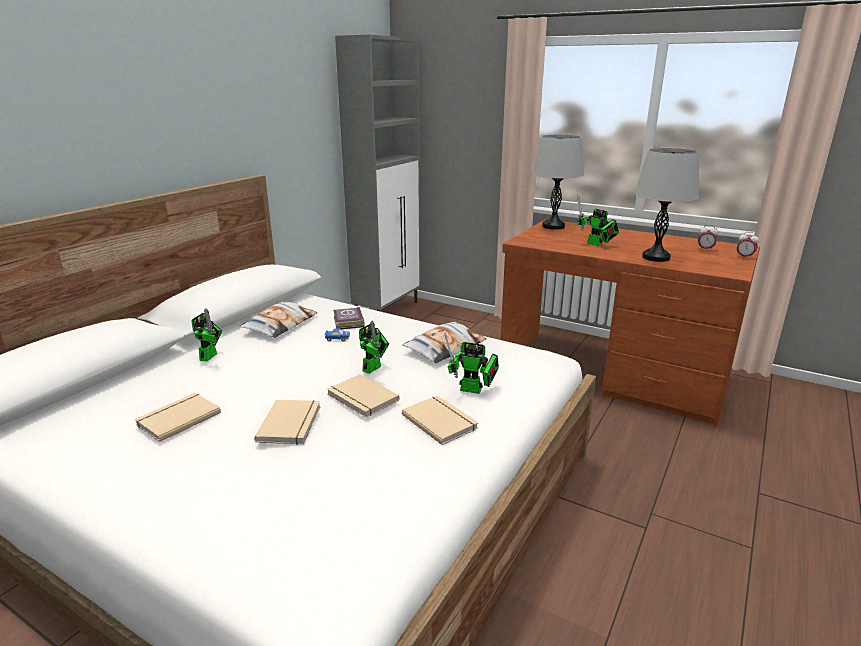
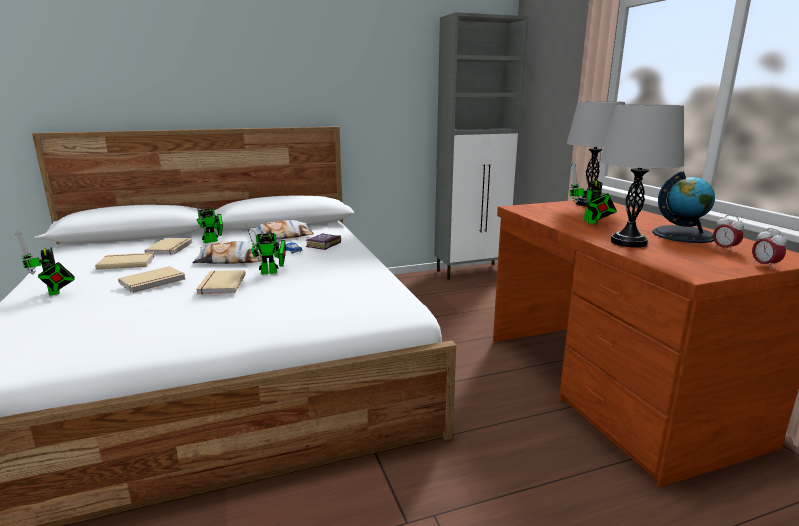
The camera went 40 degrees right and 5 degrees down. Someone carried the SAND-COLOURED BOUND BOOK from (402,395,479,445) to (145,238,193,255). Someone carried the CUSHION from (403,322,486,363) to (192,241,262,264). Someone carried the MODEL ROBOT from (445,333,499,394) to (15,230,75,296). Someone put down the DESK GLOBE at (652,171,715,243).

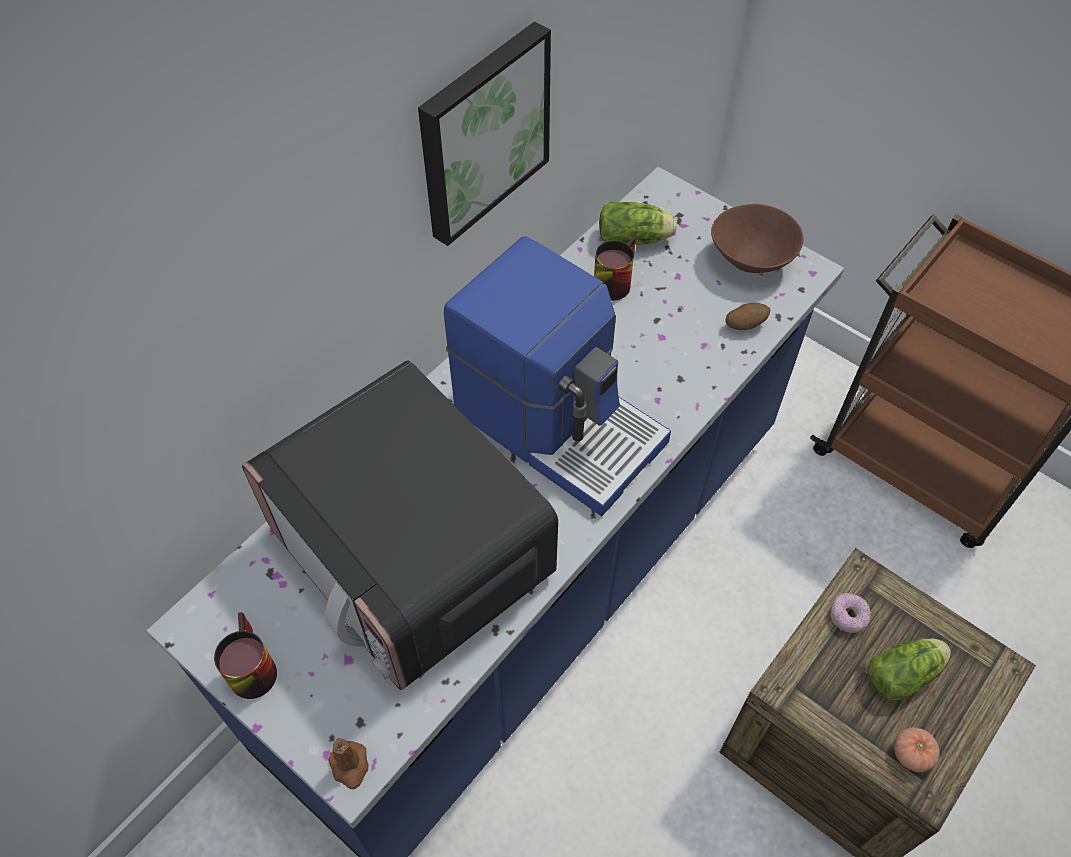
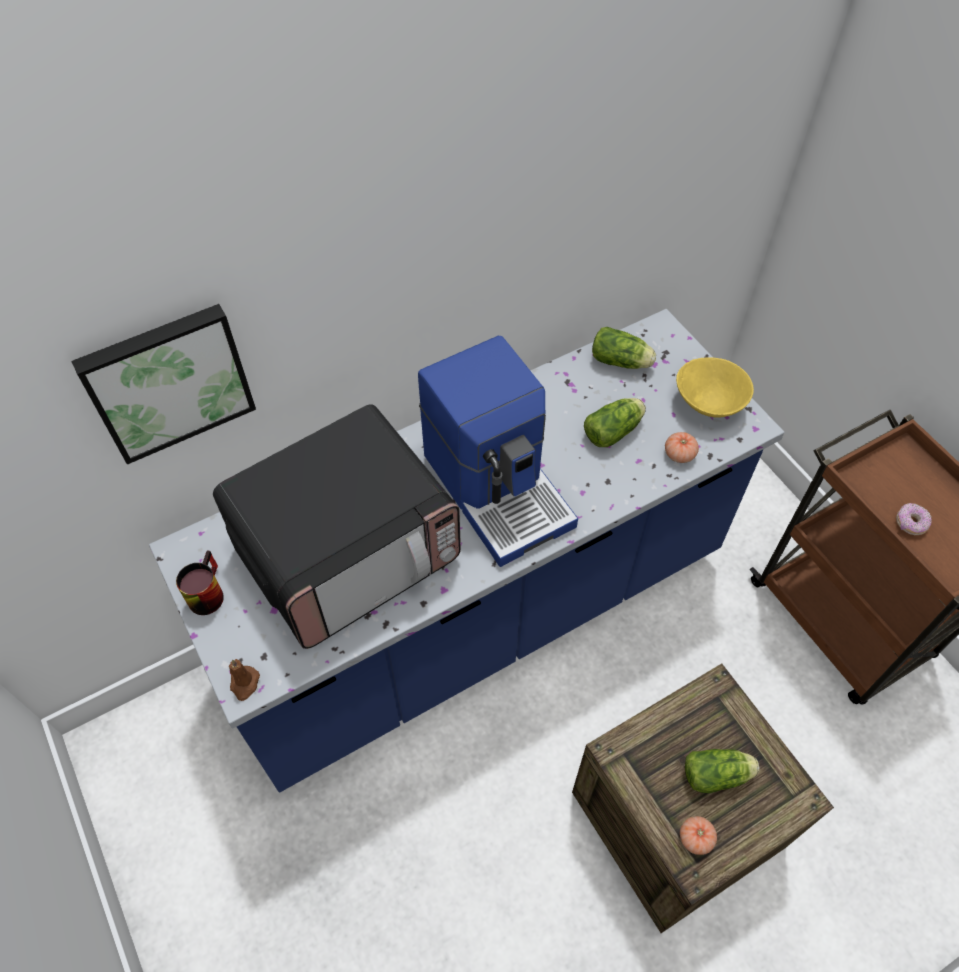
The camera went 20 degrees right and 0 degrees up. Someone rotated the KITCHEN MICROWAVE at (242,360,558,690) by 105 degrees counterclockwise. Someone carried the PICTURE from (418,21,551,246) to (71,304,256,465). Someone took away the COFFEE MUG at (594,237,636,301). Someone repainted the BROWN-COLOURED BOWL at (711,204,803,273), which became the YELLOW-COLOURED BOWL at (676,357,754,418). Someone swapped the SPUD at (725,303,770,330) for the TOMATO at (665,432,699,463). Someone carried the RING DOUGHNUT from (830,593,871,633) to (896,503,932,535). Someone put down the LETTUCE HEAD at (584,398,646,447).

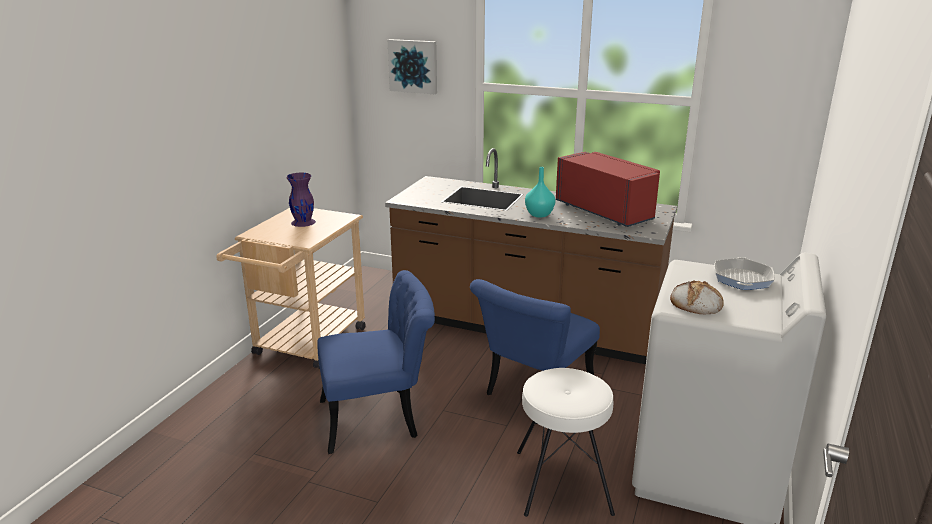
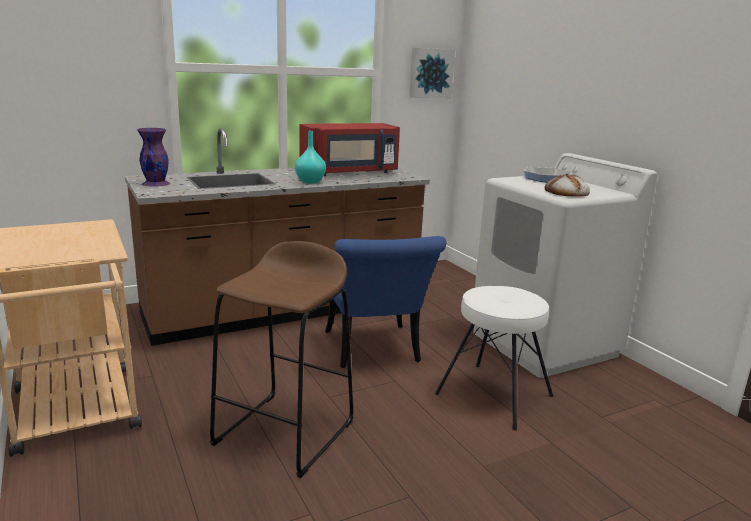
The camera went 50 degrees left and 5 degrees down. Someone carried the PURPLISH VASE from (287,173,316,227) to (137,128,170,187). Someone swapped the BLUE UPRIGHT CHAIR at (317,270,435,454) for the BROWN-COLOURED STOOL SEAT at (210,241,353,478). Someone carried the PICTURE from (388,39,437,94) to (409,48,455,98). Someone rotated the REDDISH KITCHEN MICROWAVE at (556,152,660,227) by 150 degrees clockwise.

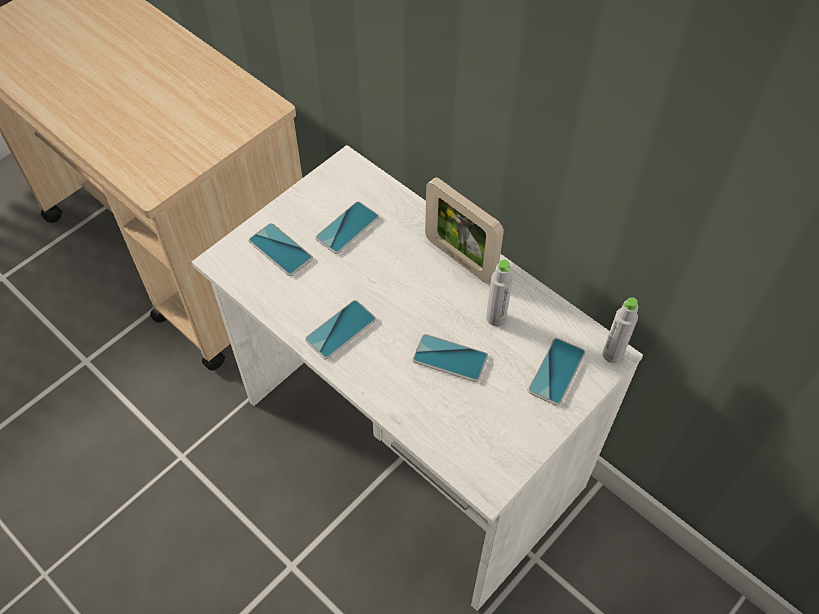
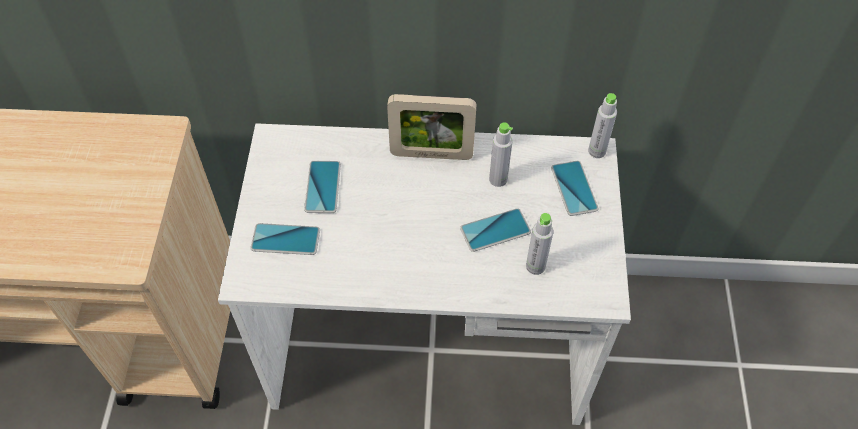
The camera went 40 degrees left and 0 degrees up. Someone took away the HANDSET at (305,300,377,360). Someone put down the GREYISH BOTTLE at (526,213,553,275).

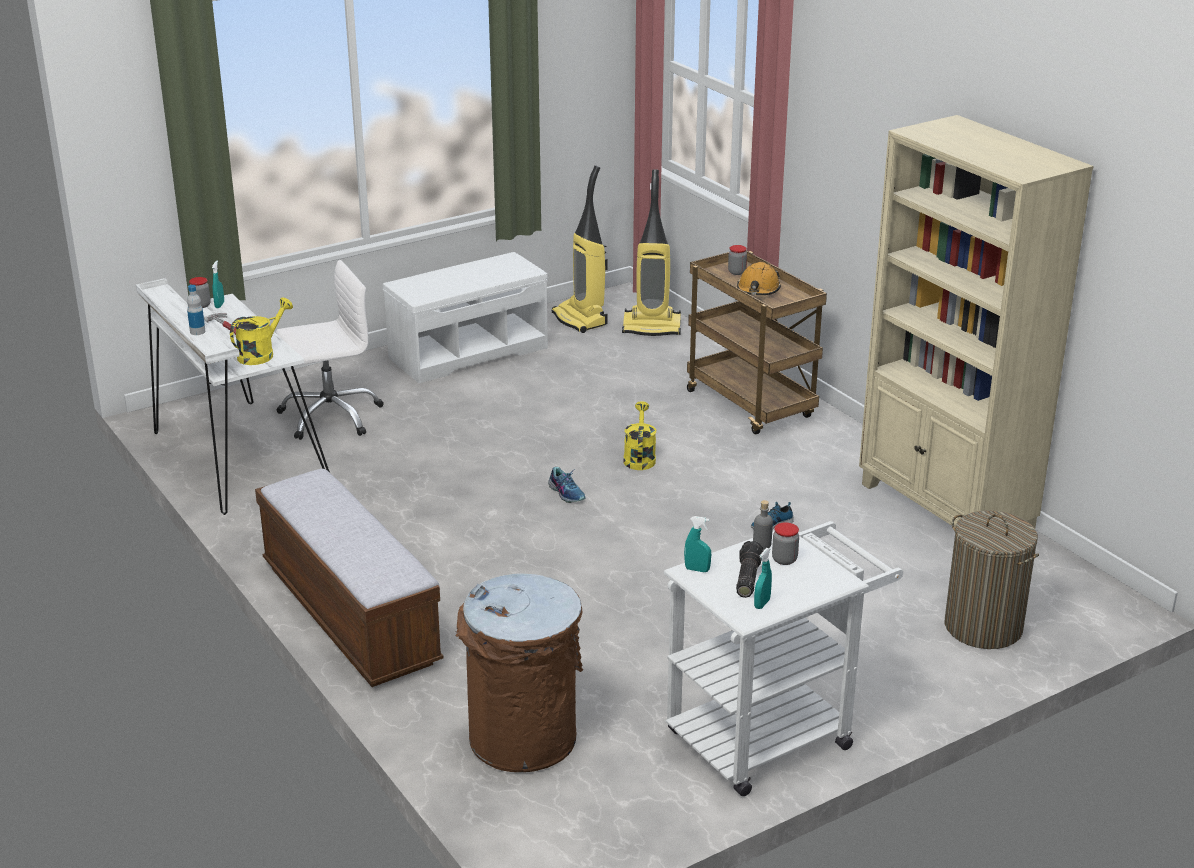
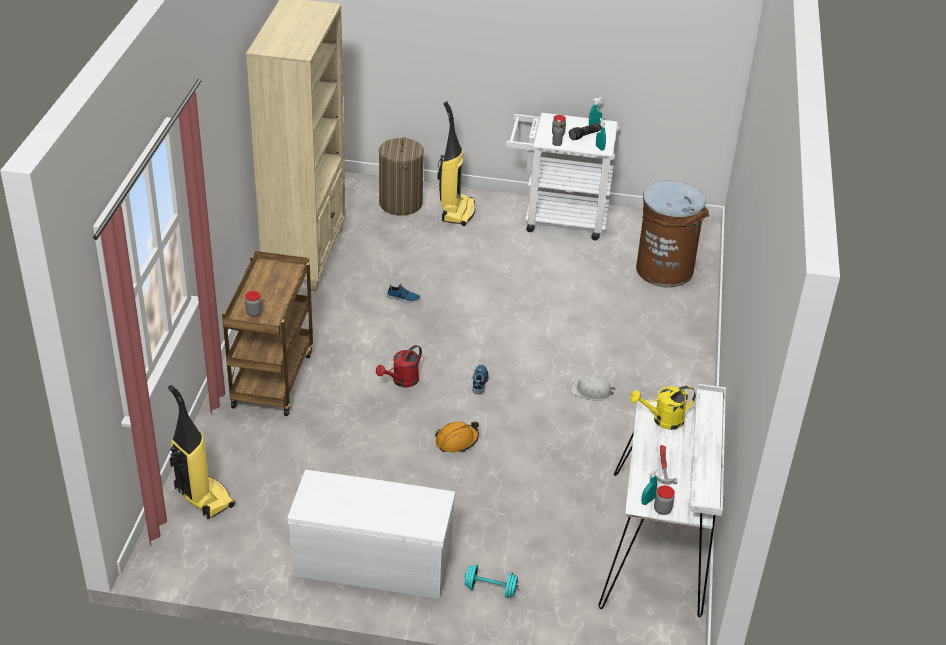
The camera went 140 degrees left and 10 degrees up. Someone took away the BOTTLE at (187,285,205,335). Someone took away the INDOOR BENCH at (255,469,444,687). Someone took away the WHITE OFFICE CHAIR at (276,260,384,440). Someone carried the VACUUM from (552,165,608,333) to (438,101,475,226). Someone repainted the YELLOW-COLOURED WATERING CAN at (624,401,656,470), which became the REDDISH WATERING CAN at (376,345,422,387). Someone carried the ORANGEY WORK HELMET from (737,262,781,295) to (435,421,479,452). Someone put down the BLUE-GREEN HAND WEIGHT at (464,564,519,598). Someone put down the WHITE WORK HELMET at (571,374,615,401).

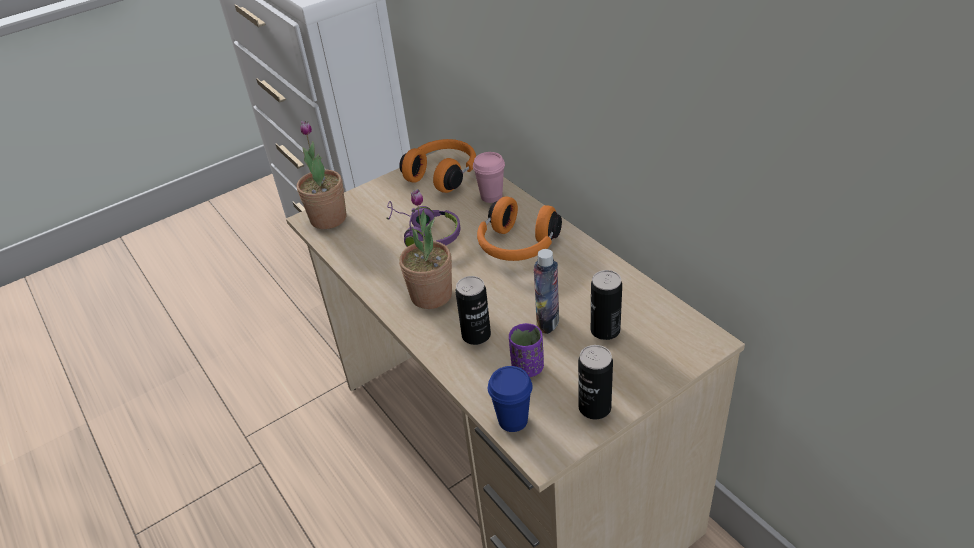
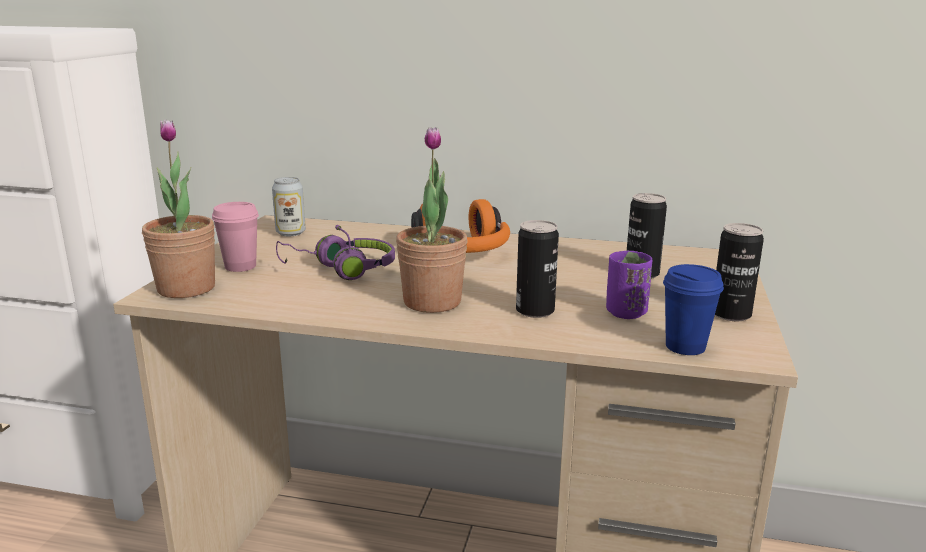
The camera went 45 degrees left and 20 degrees down. Someone swapped the ORANGEY HEADPHONES at (399,139,476,193) for the CAN at (272,177,306,236). Someone carried the PINK CUP from (473,152,505,203) to (212,202,259,272). Someone took away the BOTTLE at (534,249,559,334).

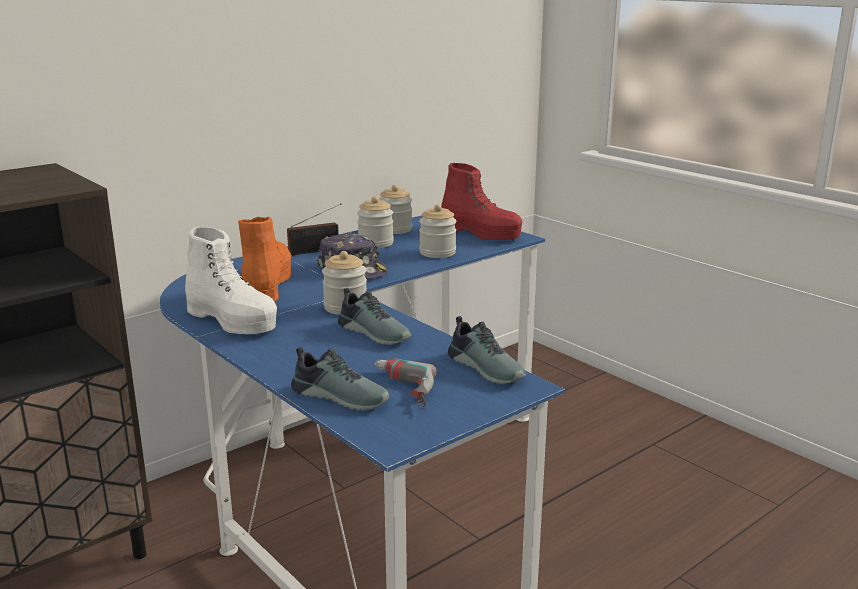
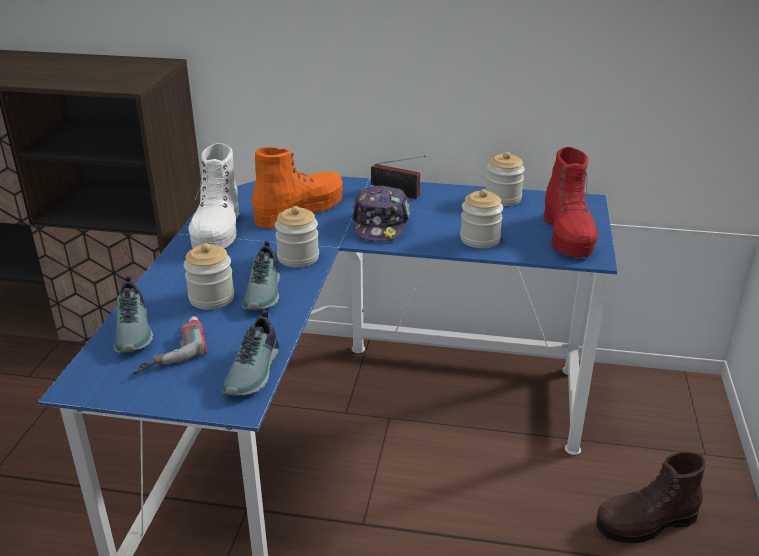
The camera went 50 degrees right and 10 degrees up. Someone carried the PRESERVE JAR from (357,196,394,248) to (184,243,234,310). Someone put down the BROWN-COLOURED BOOT at (597,452,706,543).

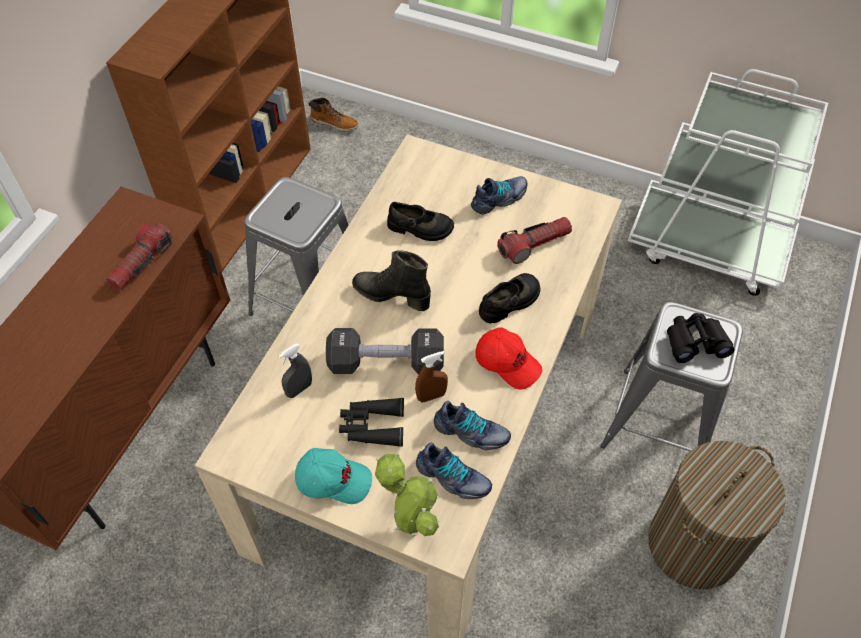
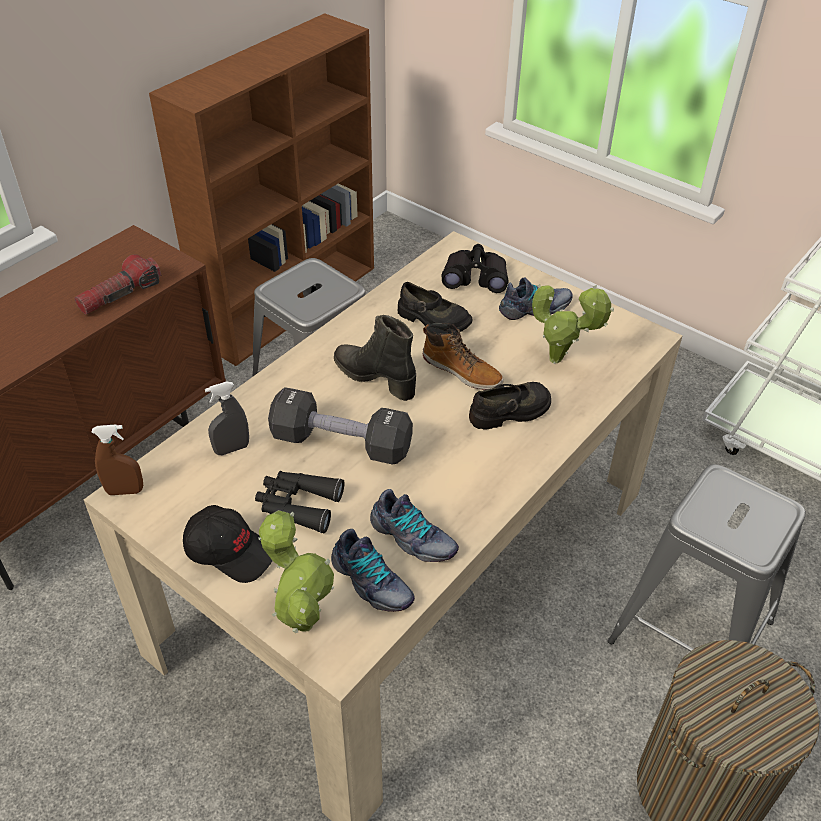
The camera went 15 degrees right and 10 degrees down. Someone repainted the BLUE-GREEN PEAKED CAP at (295,448,372,504), which became the BLACK PEAKED CAP at (183,505,272,583). Someone carried the BOOT from (308,98,359,132) to (423,323,504,390). Someone carried the BROWN-COLOURED SPRAY BOTTLE from (415,351,448,403) to (92,425,143,495). Someone took away the REDDISH PEAKED CAP at (475,327,542,389). Someone swapped the TORCH at (497,217,572,264) for the POTTED PLANT at (532,284,614,364). Someone carried the BLACK BINOCULARS from (667,313,735,363) to (441,244,508,293).

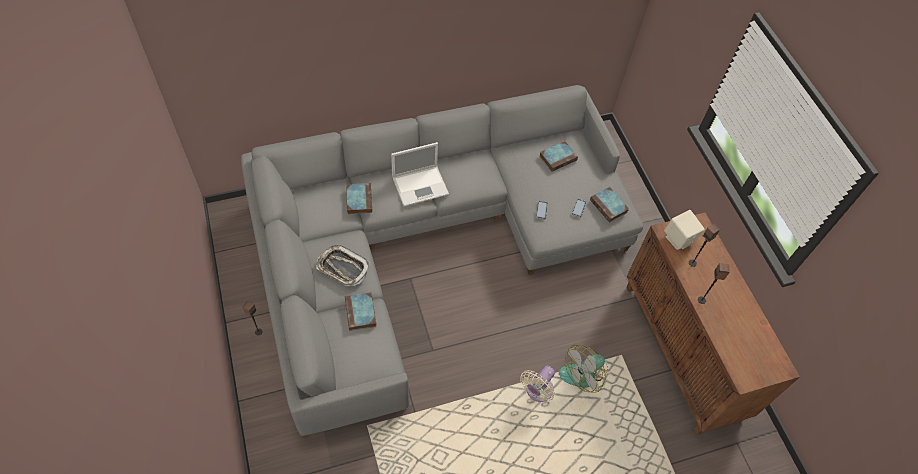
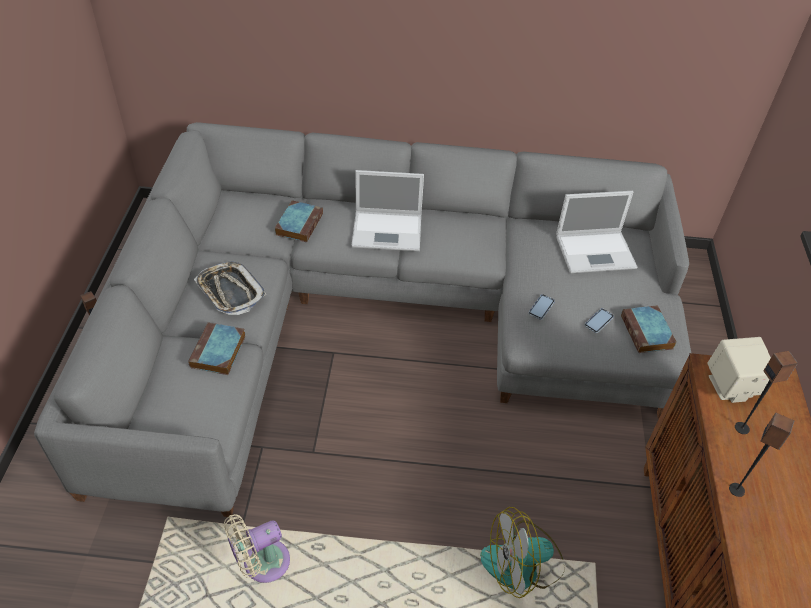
The camera went 25 degrees right and 10 degrees down. Someone carried the SAND-COLOURED FAN from (520,365,555,402) to (224,514,290,583). Someone swapped the BOUND BOOK at (539,141,578,172) for the NOTEBOOK COMPUTER at (556,191,638,273).

